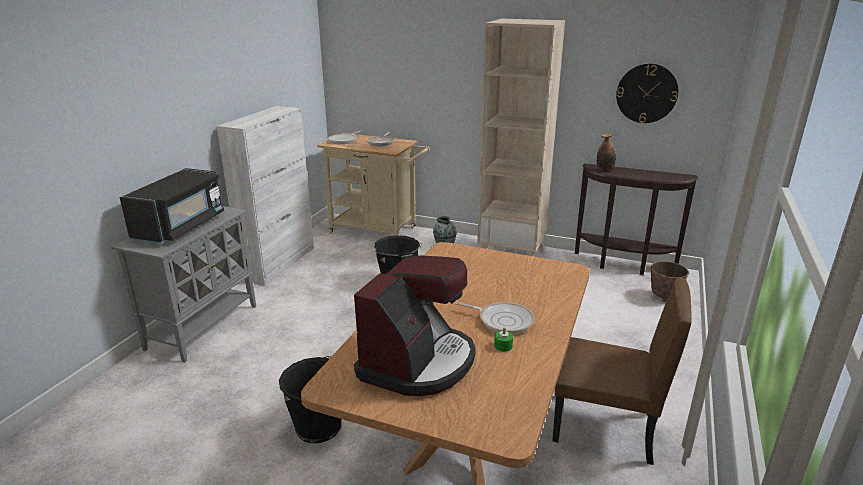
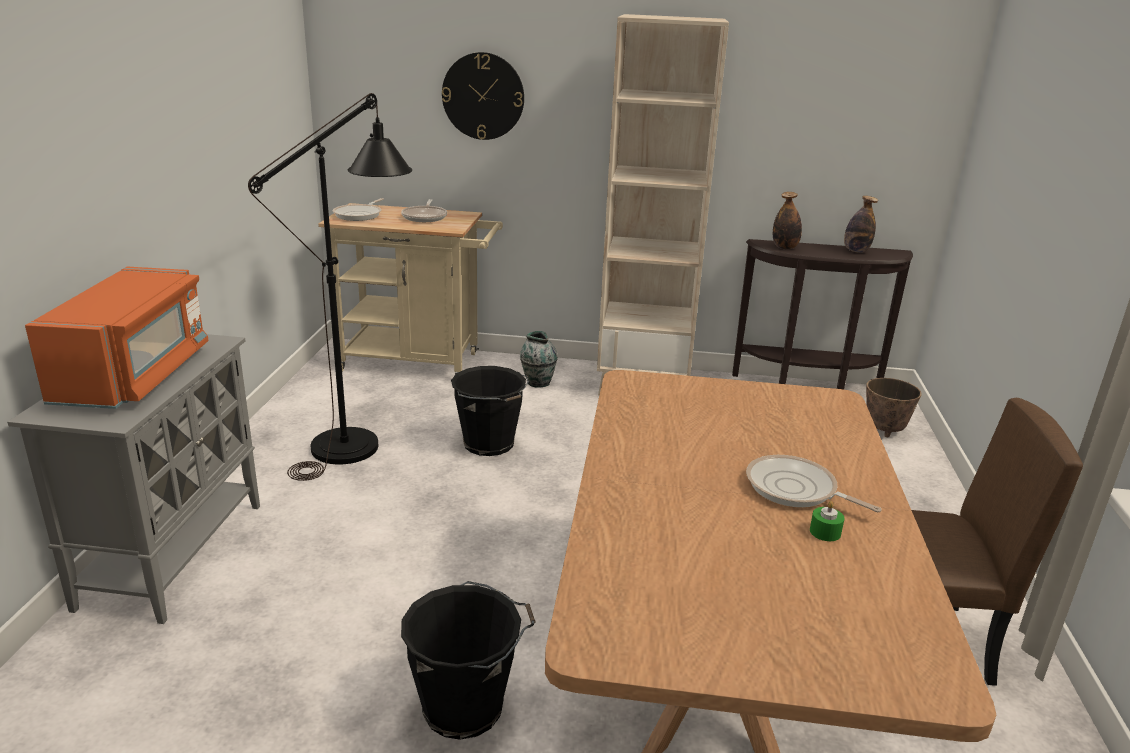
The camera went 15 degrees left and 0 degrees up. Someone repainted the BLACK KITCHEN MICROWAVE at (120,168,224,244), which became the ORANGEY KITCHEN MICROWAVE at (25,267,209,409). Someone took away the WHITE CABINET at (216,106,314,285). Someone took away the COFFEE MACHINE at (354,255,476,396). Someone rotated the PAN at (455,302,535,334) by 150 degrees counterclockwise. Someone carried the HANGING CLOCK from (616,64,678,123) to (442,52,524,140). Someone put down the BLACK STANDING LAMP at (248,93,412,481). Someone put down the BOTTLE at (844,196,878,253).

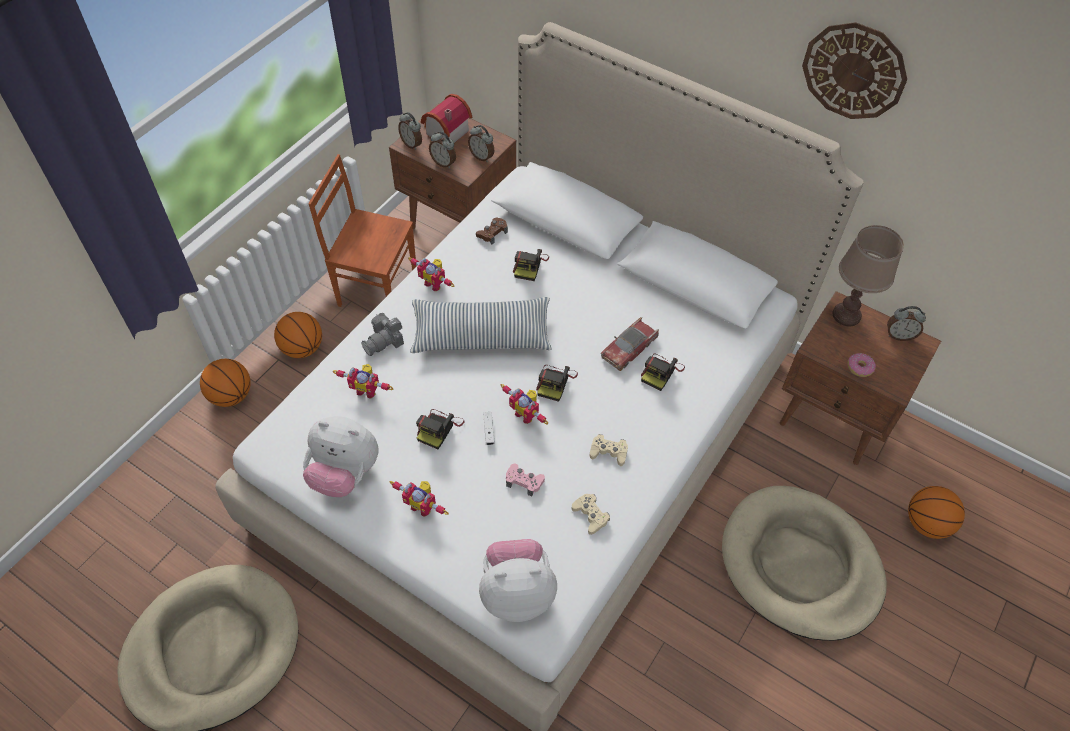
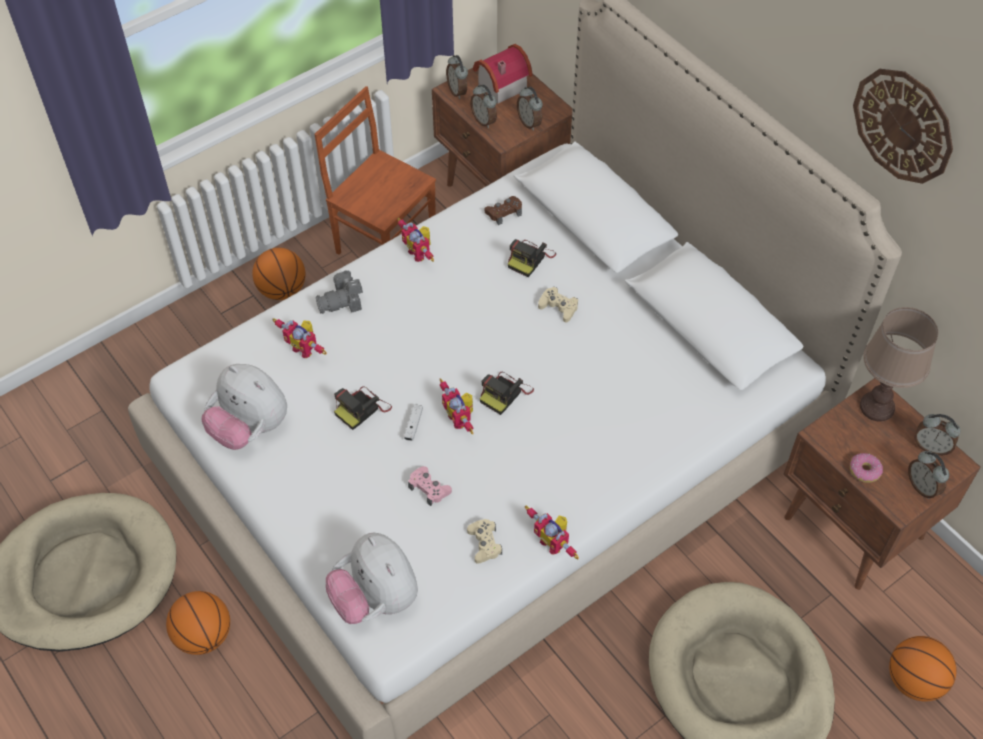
The camera went 20 degrees right and 0 degrees up. Someone carried the BASKETBALL BALL from (200,359,251,407) to (166,591,230,655). Someone carried the MODEL ROBOT from (389,481,449,517) to (525,505,579,559). Someone took away the CUSHION at (410,297,551,353). Someone rotated the CUDDLY TOY at (479,539,557,622) by 135 degrees counterclockwise. Someone carried the SAND-COLOURED GAMEPAD from (590,434,628,466) to (538,287,578,323). Someone took away the MINIATURE CAR at (601,317,659,371). Someone took away the STILL CAMERA at (641,353,685,391). Someone put down the BEDSIDE CLOCK at (908,451,949,499).

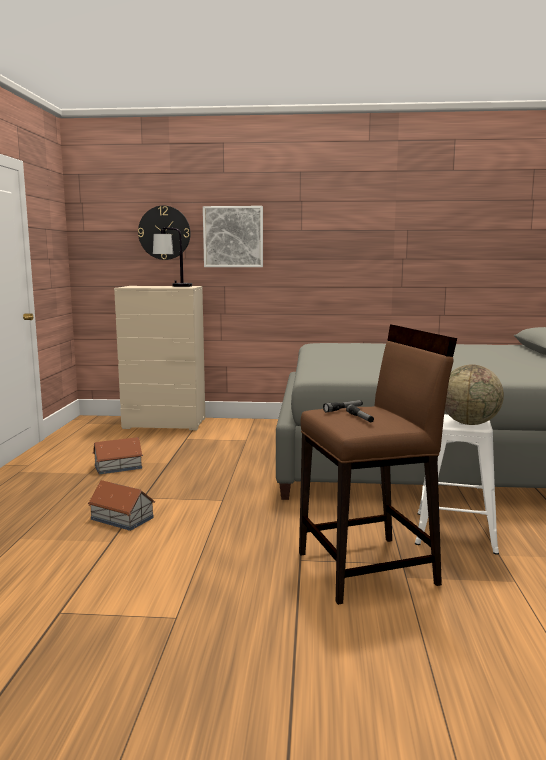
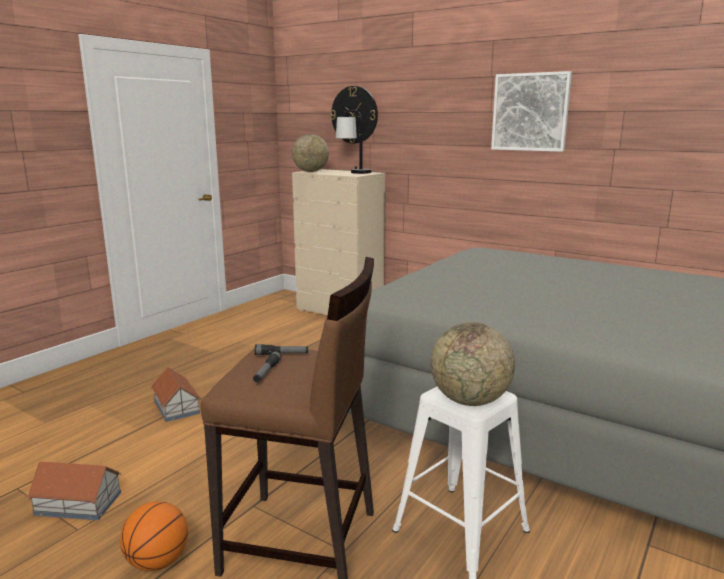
The camera went 30 degrees right and 5 degrees up. Someone carried the TOY HOUSE from (92,437,143,475) to (26,462,121,520). Someone carried the PICTURE from (203,206,263,267) to (491,71,572,152). Someone put down the BASKETBALL BALL at (120,501,188,571). Someone put down the DESK GLOBE at (292,134,329,172).

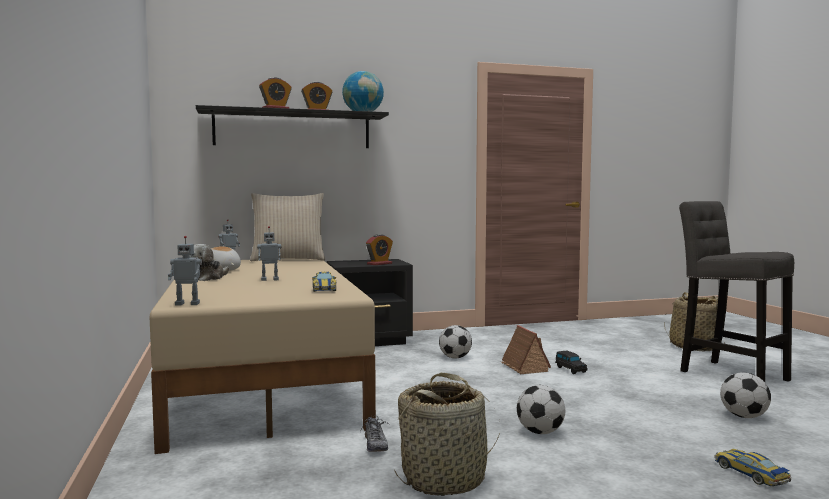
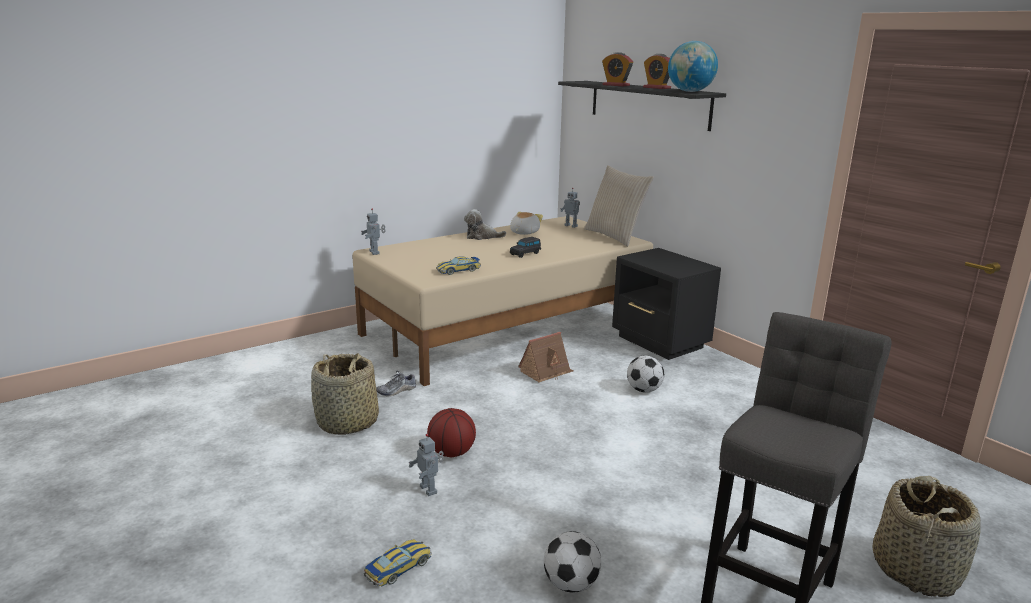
The camera went 70 degrees right and 15 degrees up. Someone carried the MODEL ROBOT from (257,226,281,281) to (408,434,444,496). Someone took away the BEDSIDE CLOCK at (366,234,393,265). Someone carried the TOY HOUSE from (501,325,551,374) to (518,332,573,383). Someone swapped the FOOTBALL at (517,385,565,434) for the BASKETBALL BALL at (427,408,476,457). Someone carried the BLACK MINIATURE CAR from (555,350,588,374) to (510,237,541,258).

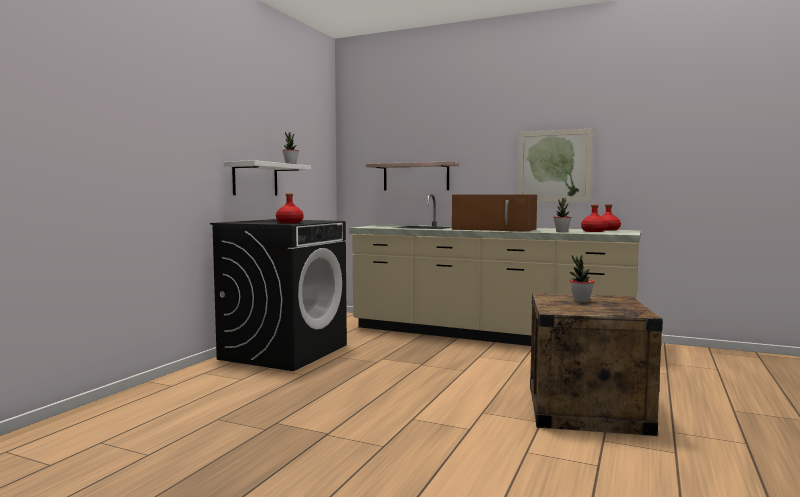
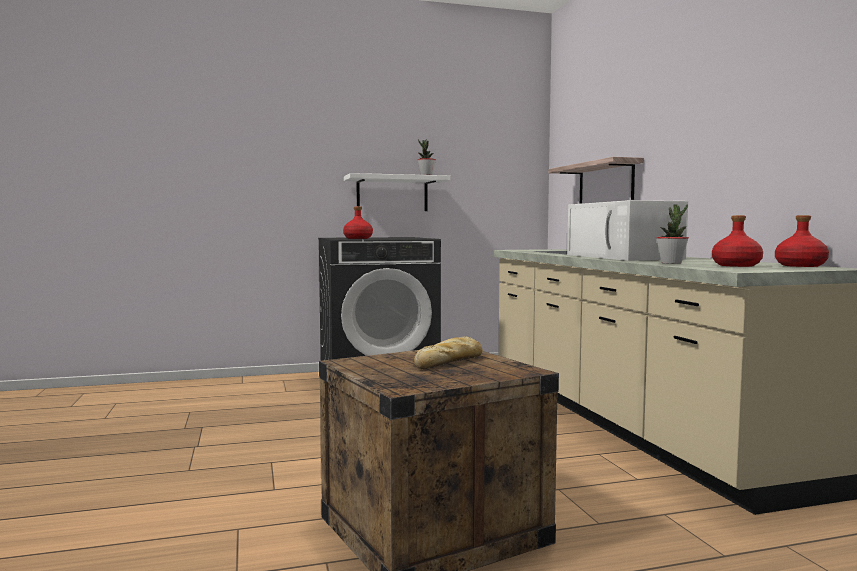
The camera went 50 degrees right and 0 degrees up. Someone repainted the BROWN-COLOURED KITCHEN MICROWAVE at (452,194,537,232), which became the WHITE KITCHEN MICROWAVE at (567,200,688,261). Someone took away the PICTURE at (518,128,593,203). Someone swapped the POTTED PLANT at (570,255,594,302) for the BAKERY BREAD at (414,337,483,369).

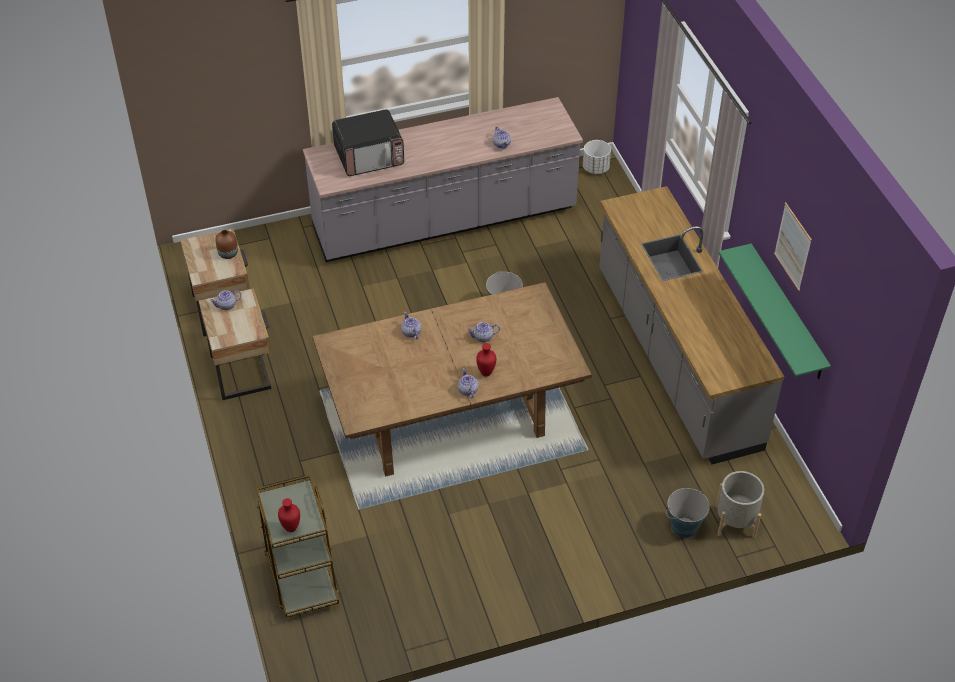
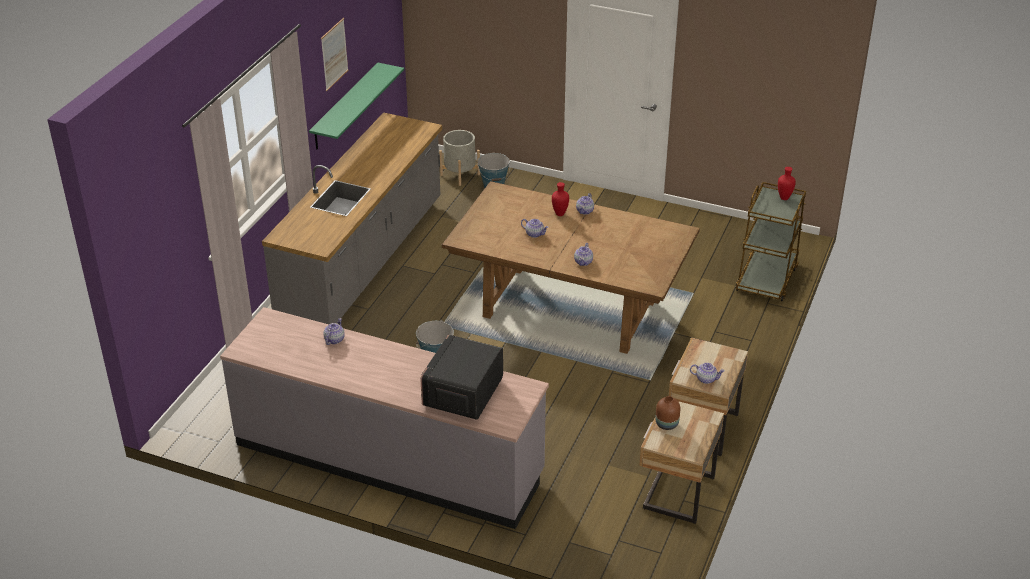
The camera went 140 degrees left and 10 degrees down. Someone rotated the KITCHEN MICROWAVE at (332,109,404,176) by 90 degrees counterclockwise. Someone took away the WHITE PLANTER at (583,140,611,174).

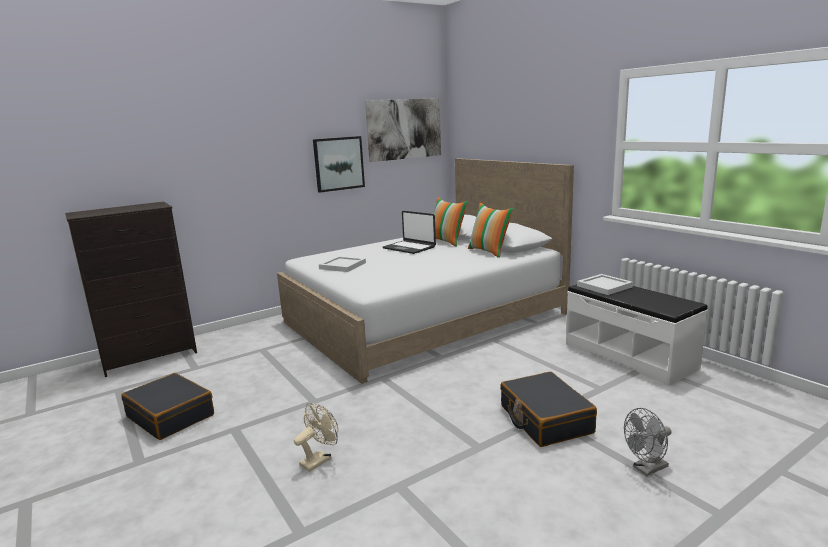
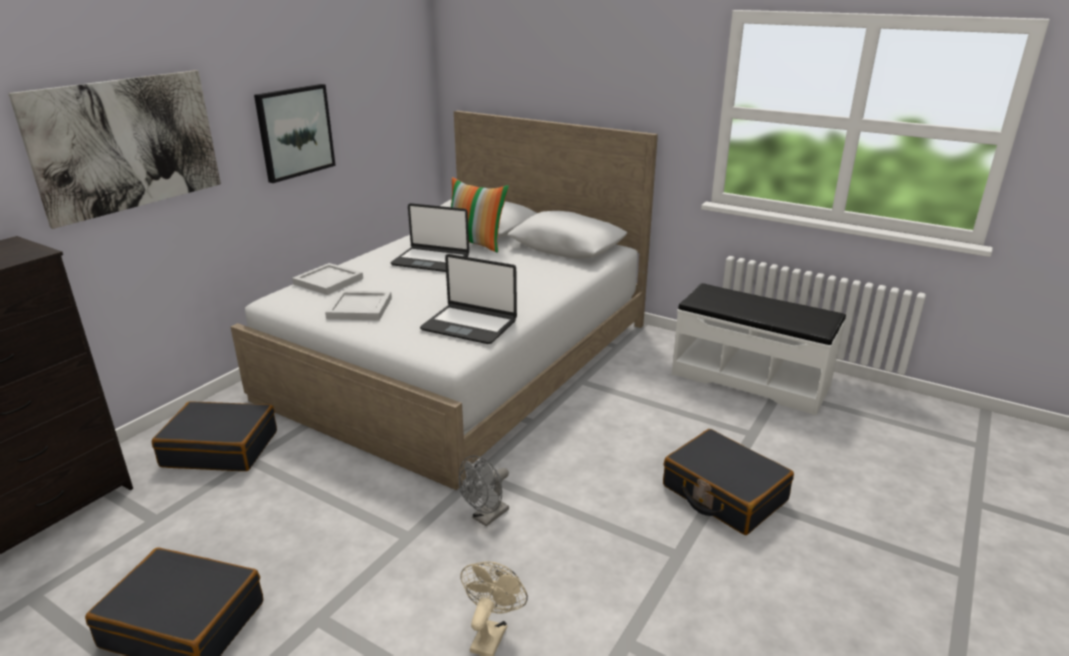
The camera went 25 degrees left and 10 degrees up. Someone carried the PICTURE from (365,98,441,162) to (8,70,221,229). Someone took away the CUSHION at (468,203,513,258). Someone carried the WHITE SERVING TRAY from (577,274,633,295) to (292,263,363,295). Someone carried the GREYISH FAN from (624,408,672,476) to (459,455,509,526). Someone put down the BLACK SUITCASE at (152,401,277,471). Someone put down the NOTEBOOK COMPUTER at (420,254,517,344).

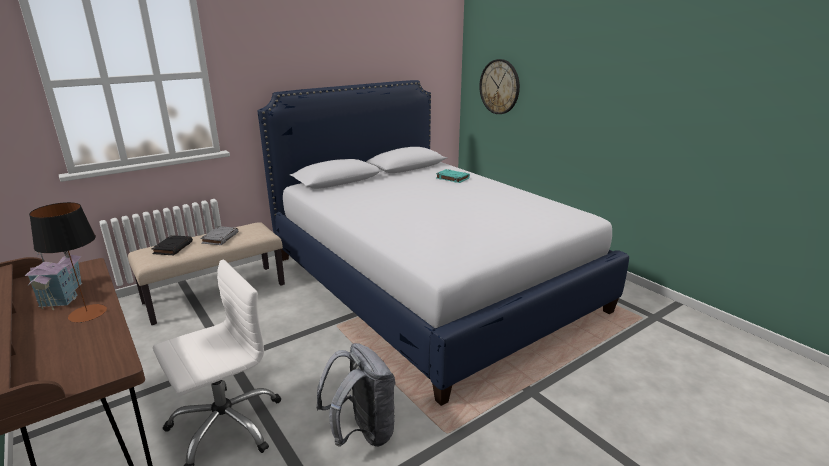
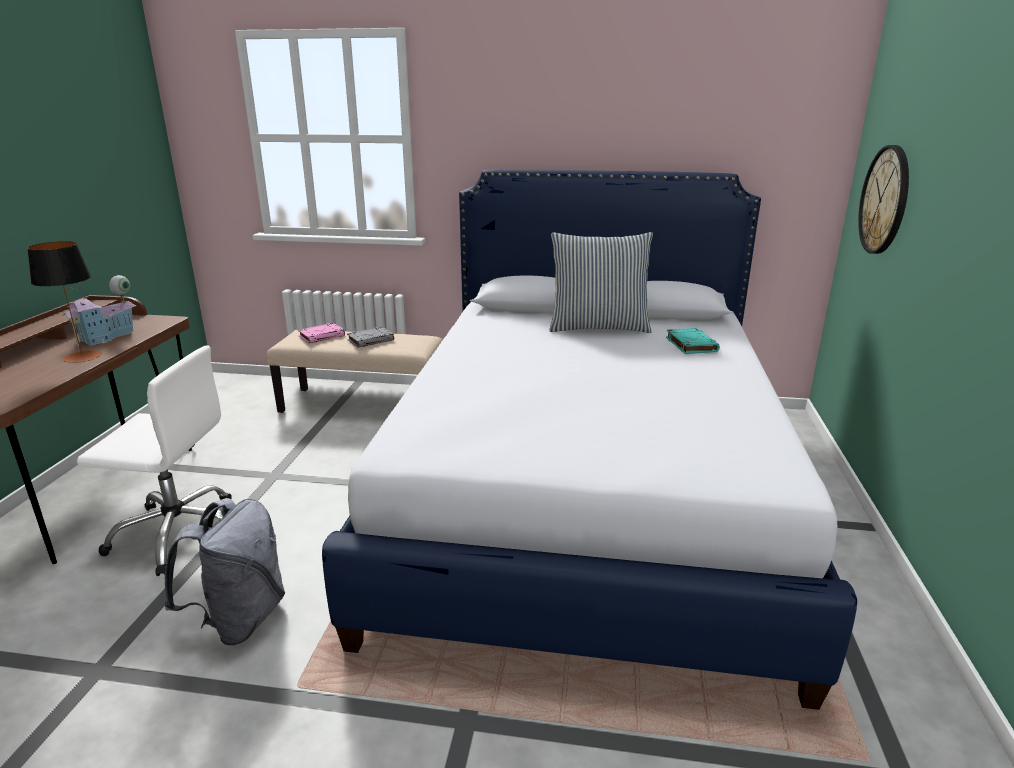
The camera went 45 degrees right and 0 degrees up. Someone repainted the BLACK BOUND BOOK at (152,235,193,255), which became the PINK BOUND BOOK at (298,323,345,343). Someone put down the CUSHION at (549,232,653,333).

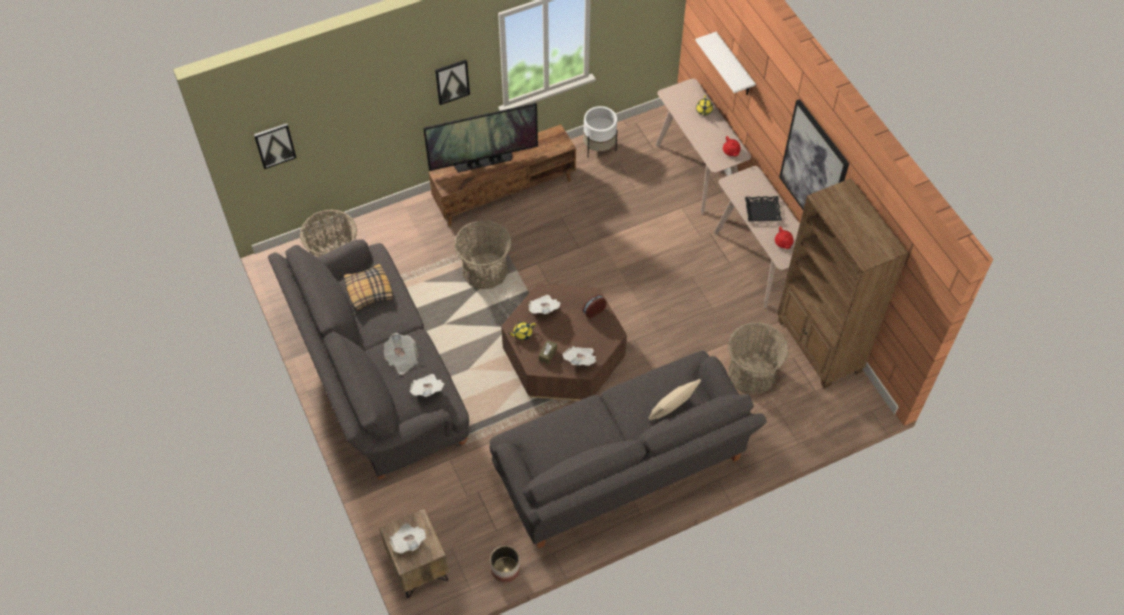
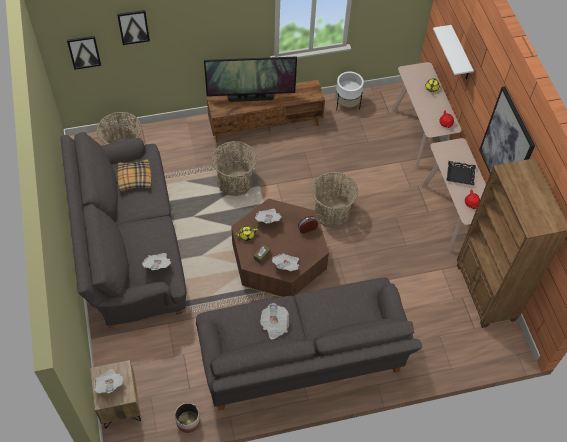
The camera went 10 degrees right and 0 degrees up. Someone carried the DAILY PAPER from (384,333,418,375) to (260,303,289,340). Someone carried the PICTURE from (435,59,470,105) to (117,10,150,45). Someone took away the SAND-COLOURED CUSHION at (648,379,701,420). Someone carried the BASKET from (728,322,789,394) to (312,172,358,228).

